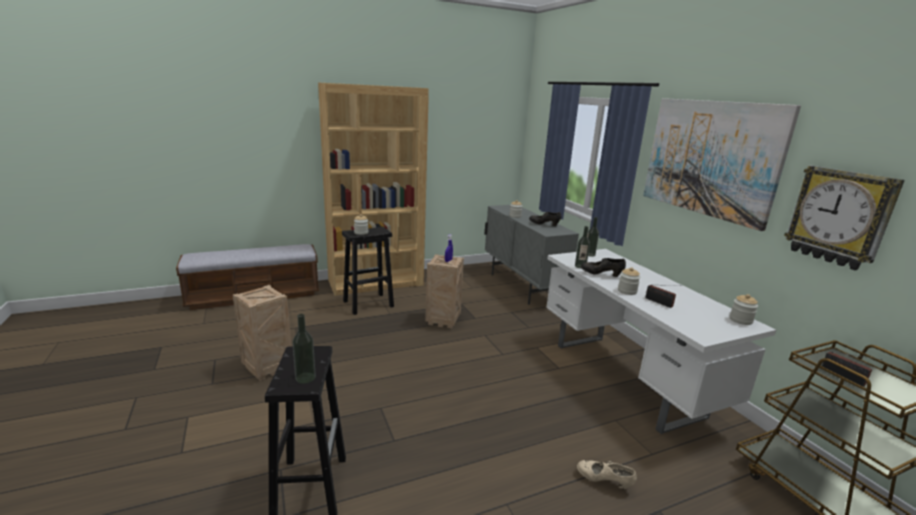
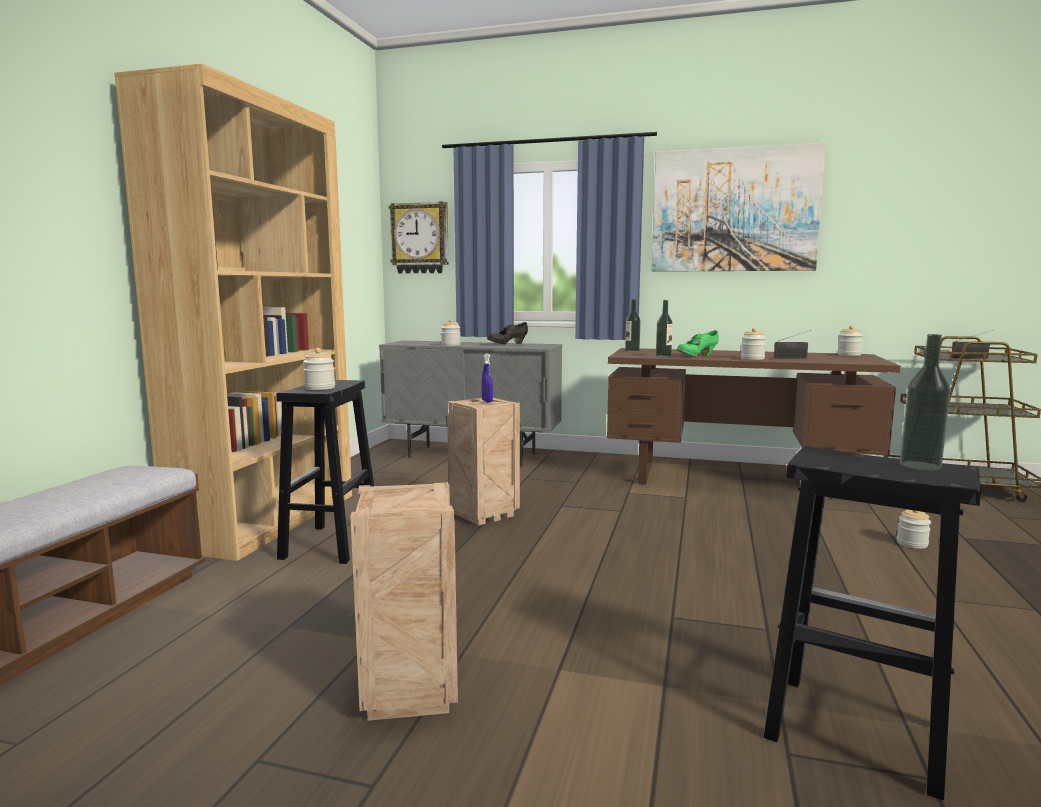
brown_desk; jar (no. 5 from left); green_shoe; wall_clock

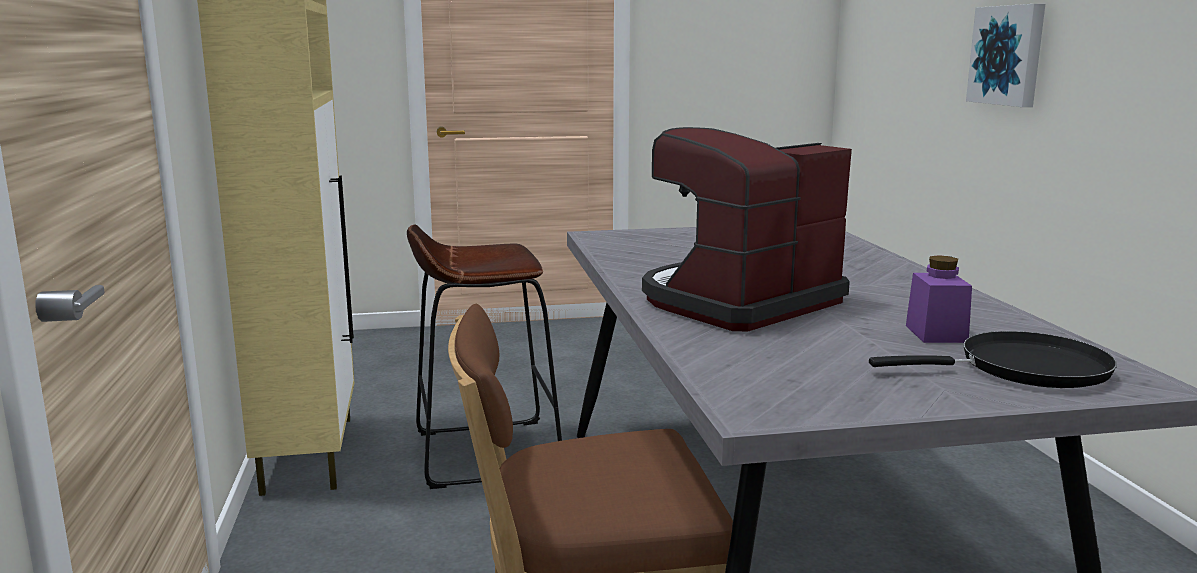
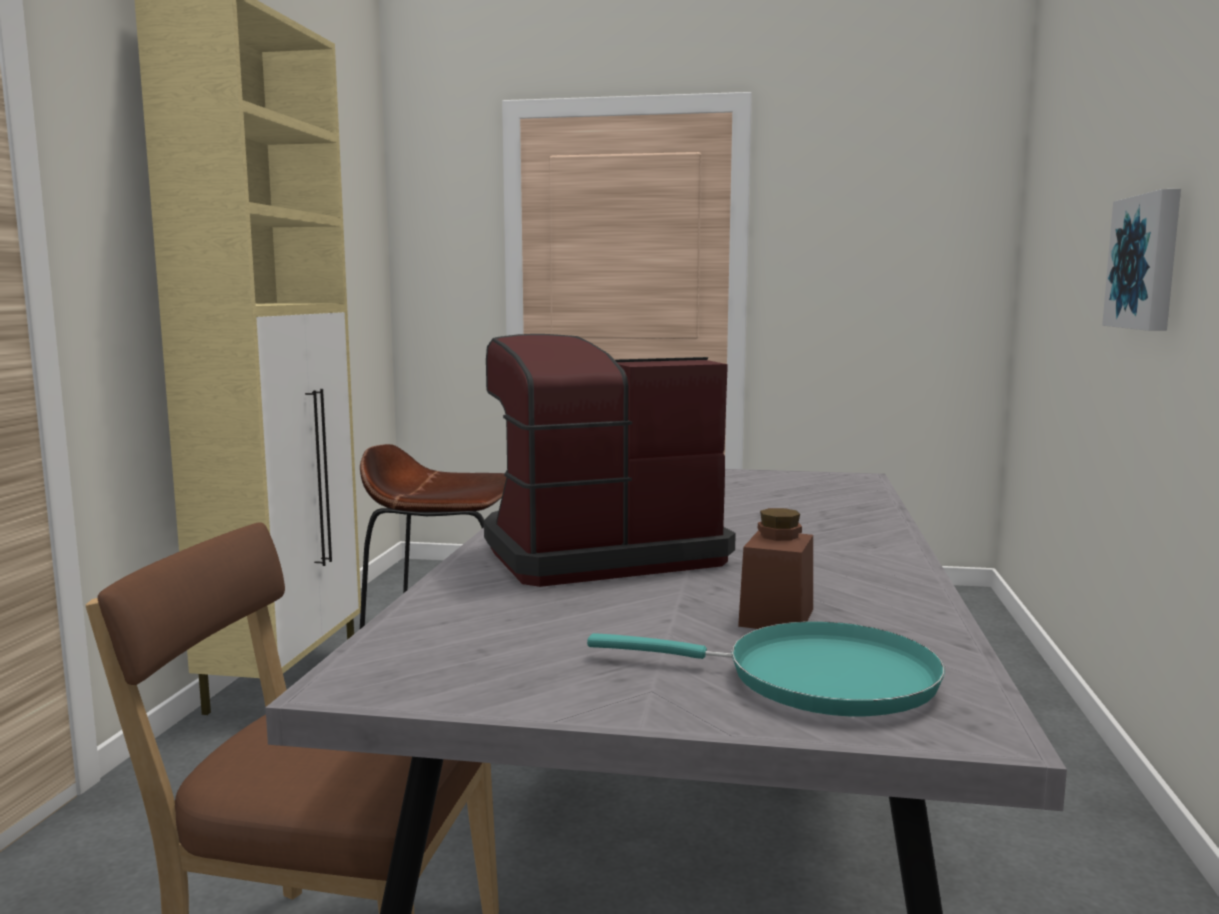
turquoise_frying_pan; brown_jar

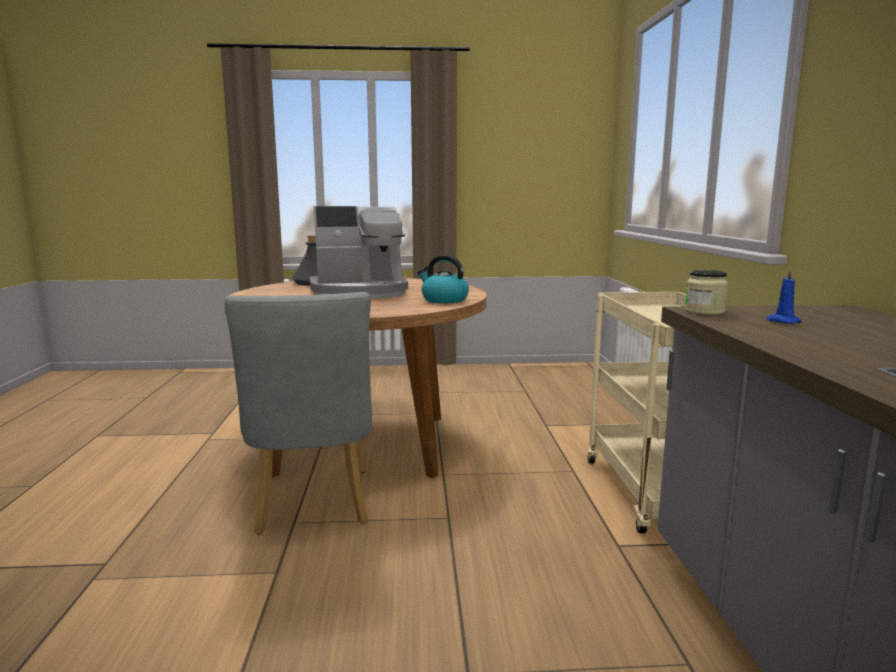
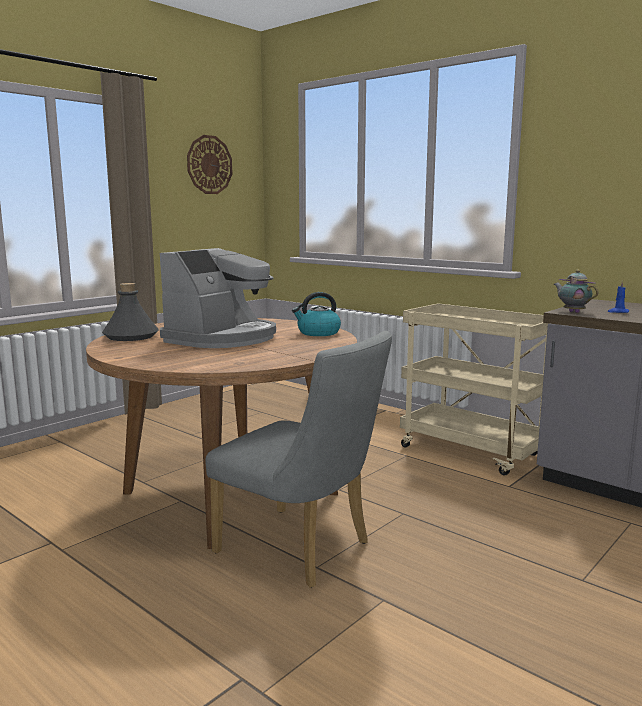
teapot; wall_clock

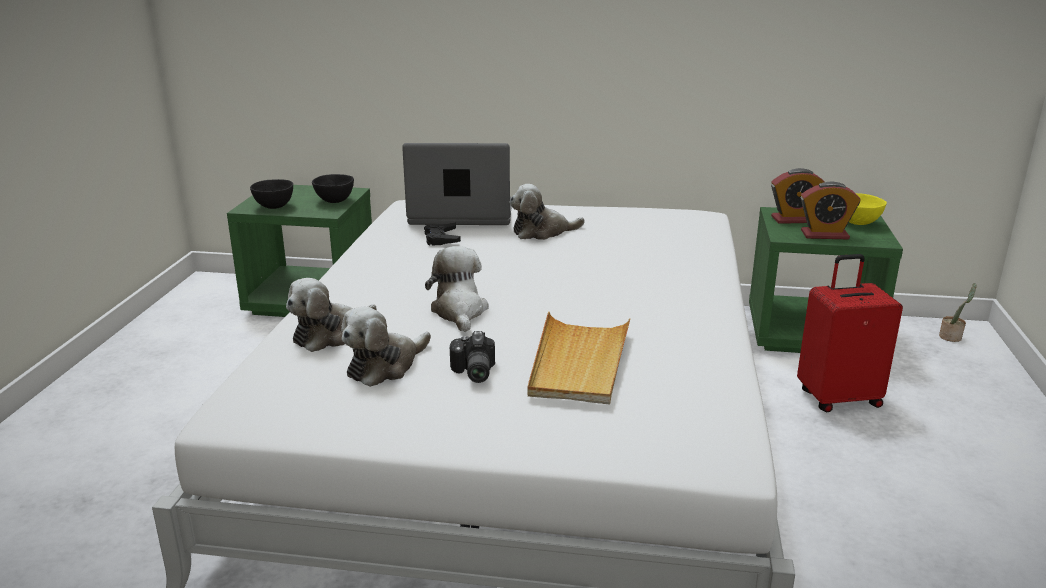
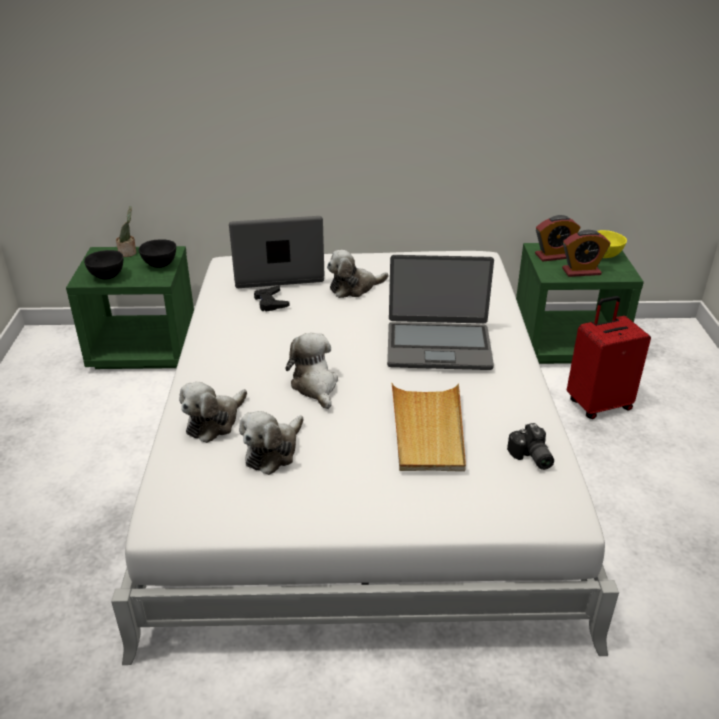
photo_camera; potted_plant; laptop (no. 2 from left)

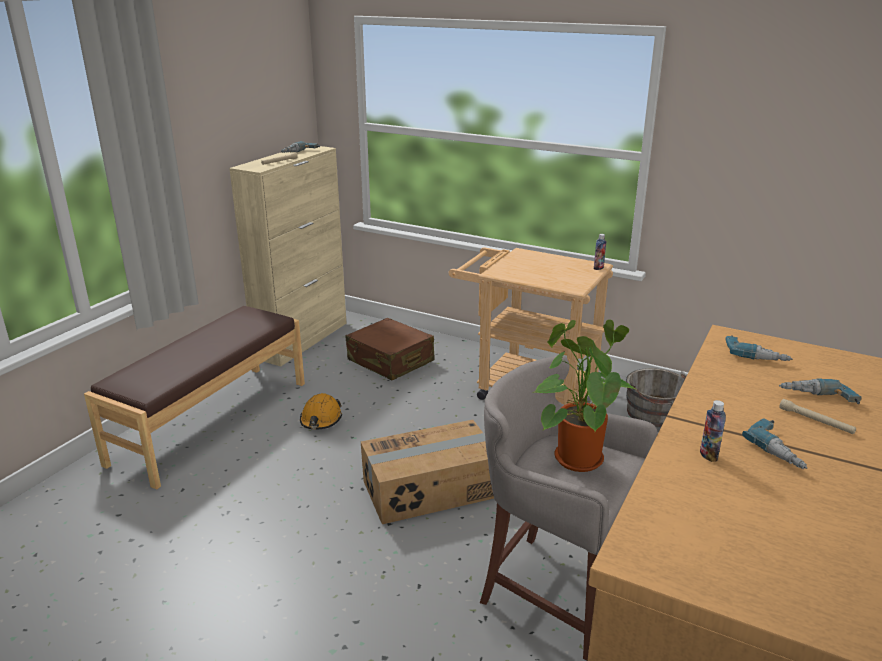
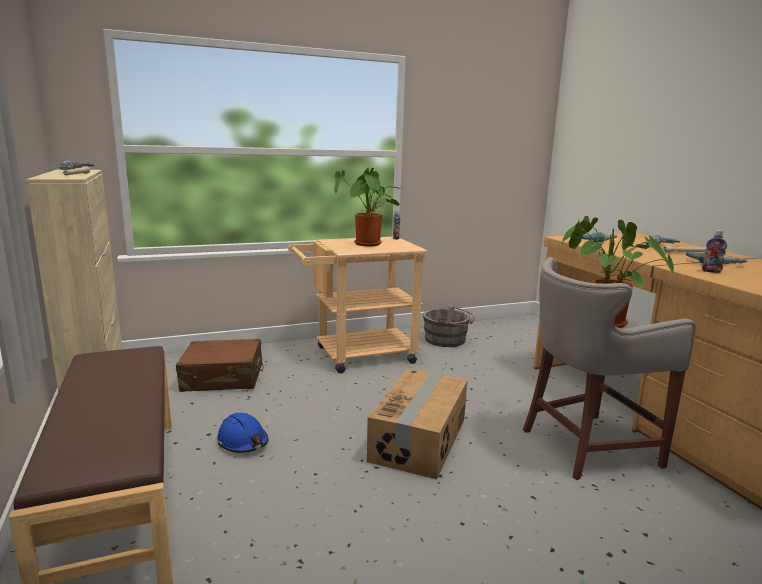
blue_hard_hat; potted_plant (no. 1 from left)

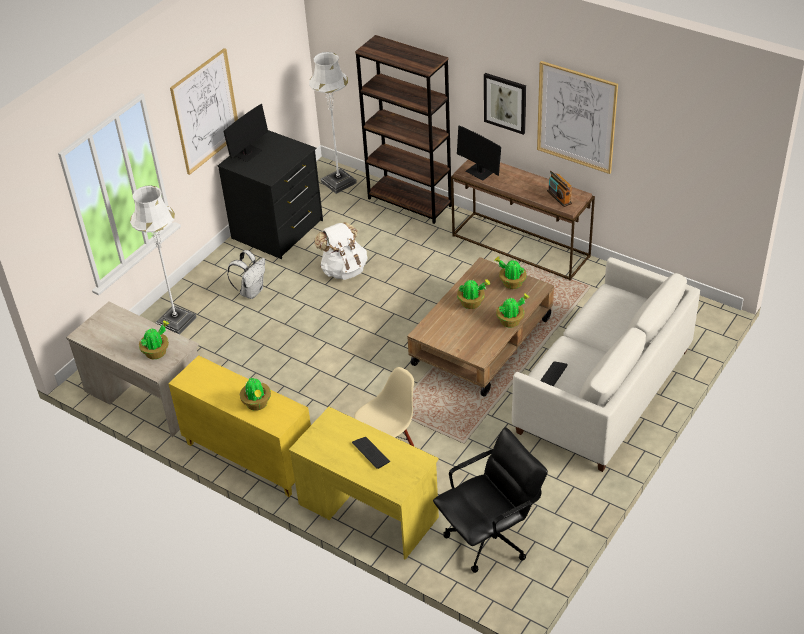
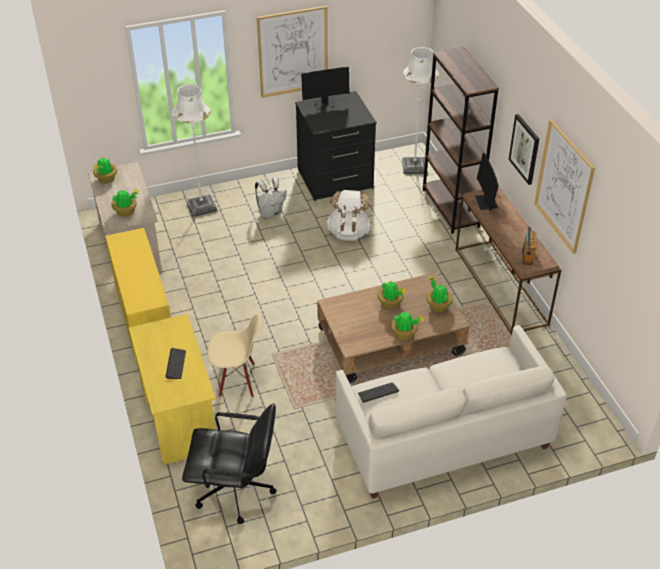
potted_plant (no. 1 from left)

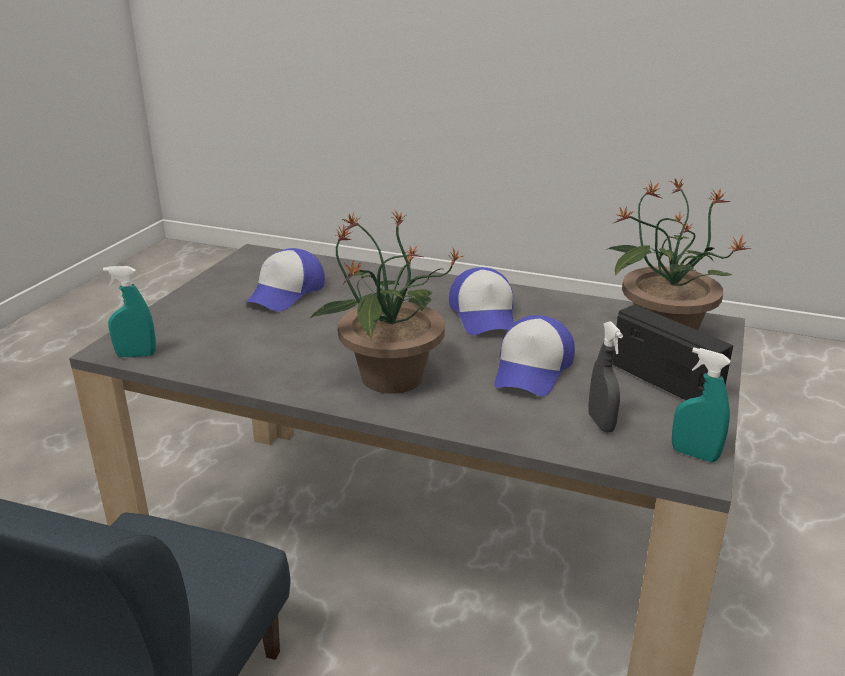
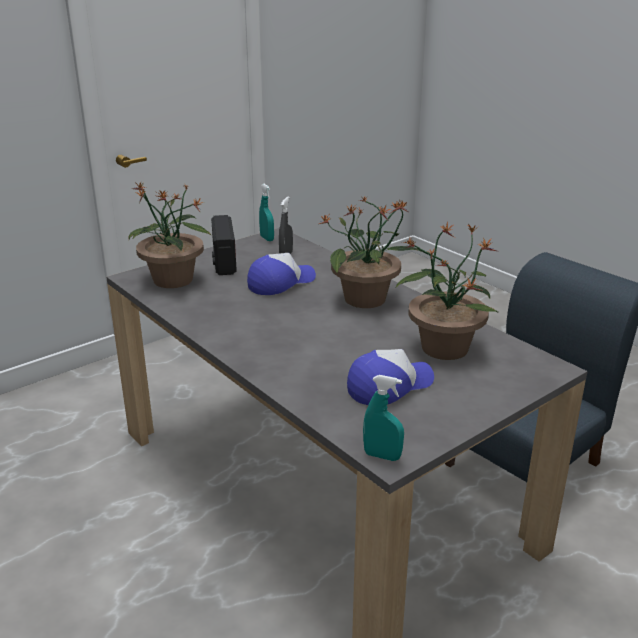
turquoise_spray_bottle (no. 2 from left); cap (no. 2 from left in the first image); potted_plant (no. 3 from left)

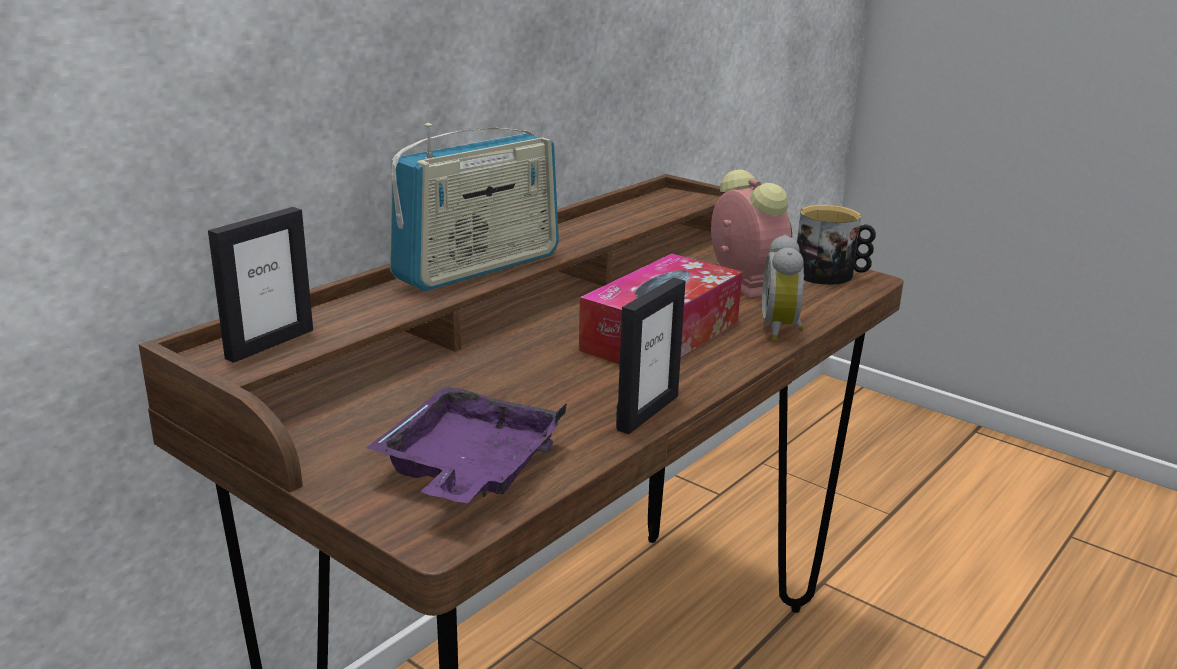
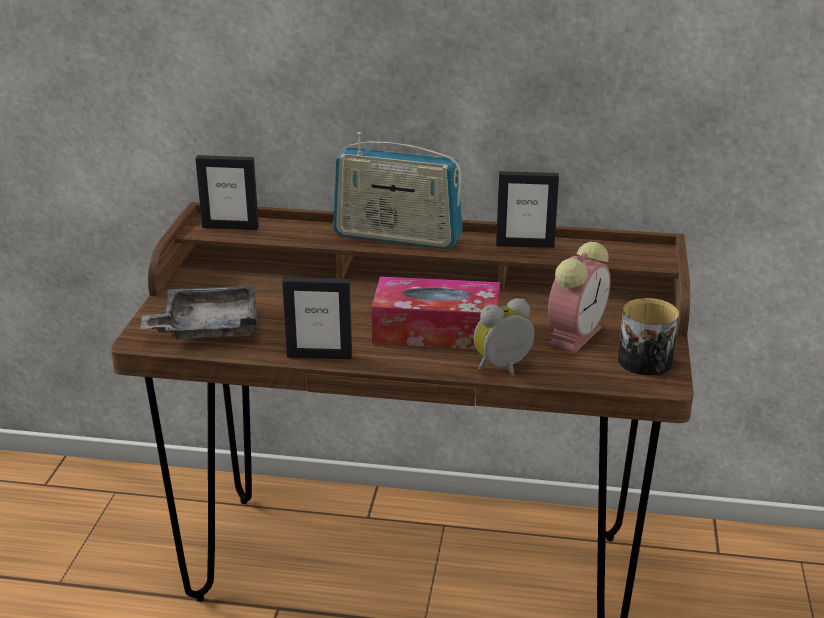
grey_tray; picture_frame (no. 3 from left)

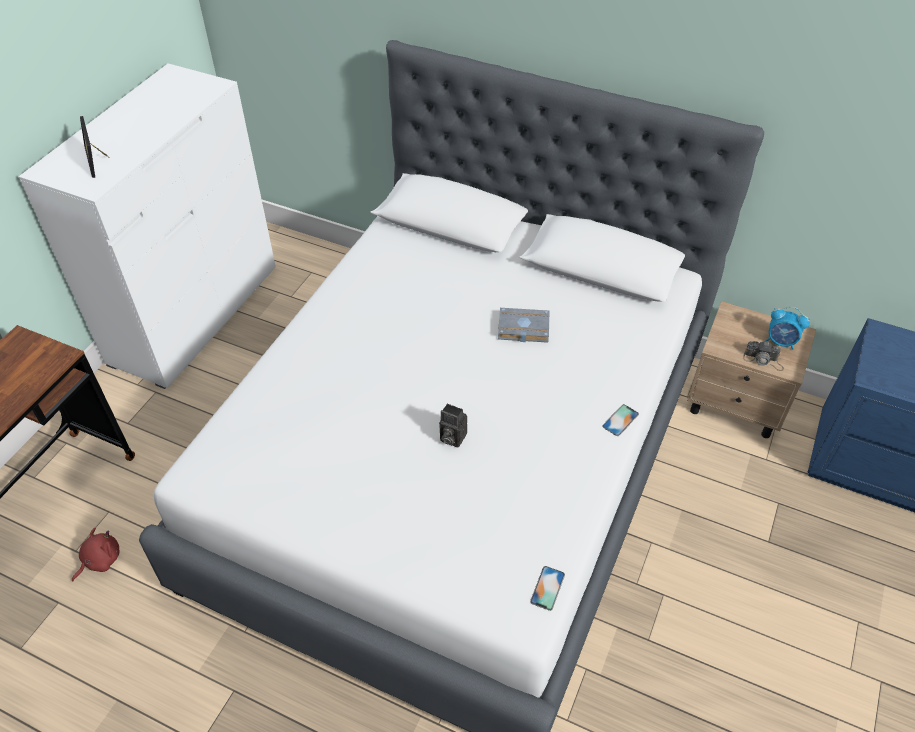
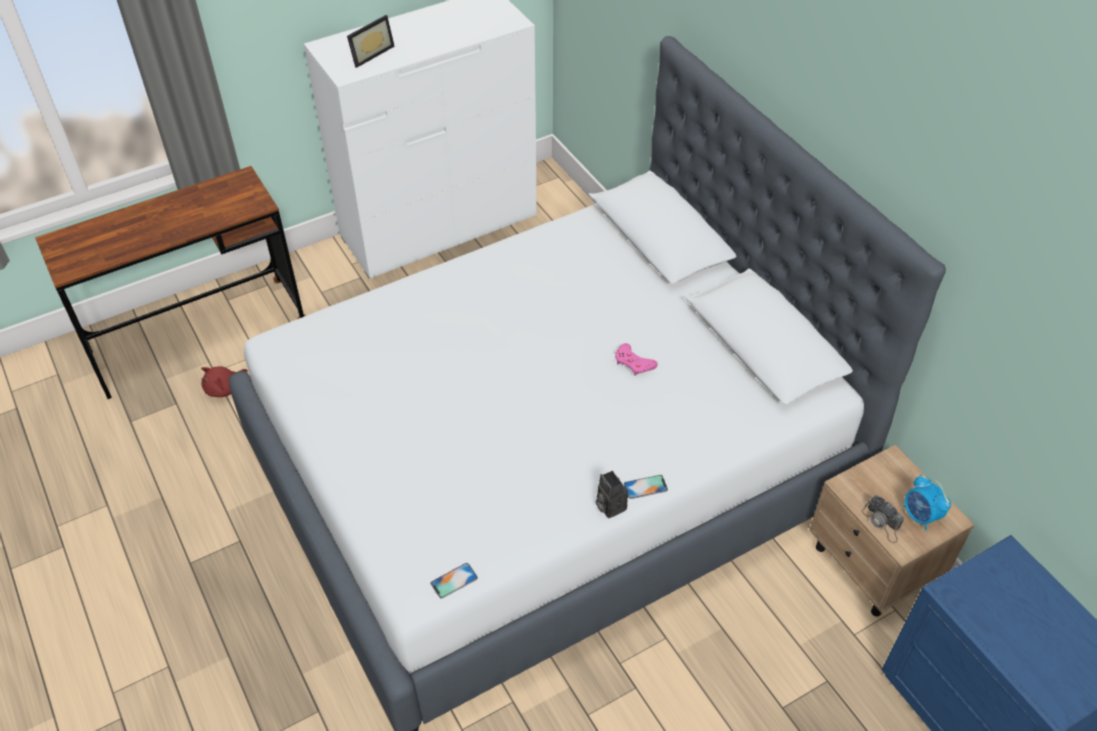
red_plush_toy; picture_frame; photo_camera (no. 1 from left); pink_game_controller

